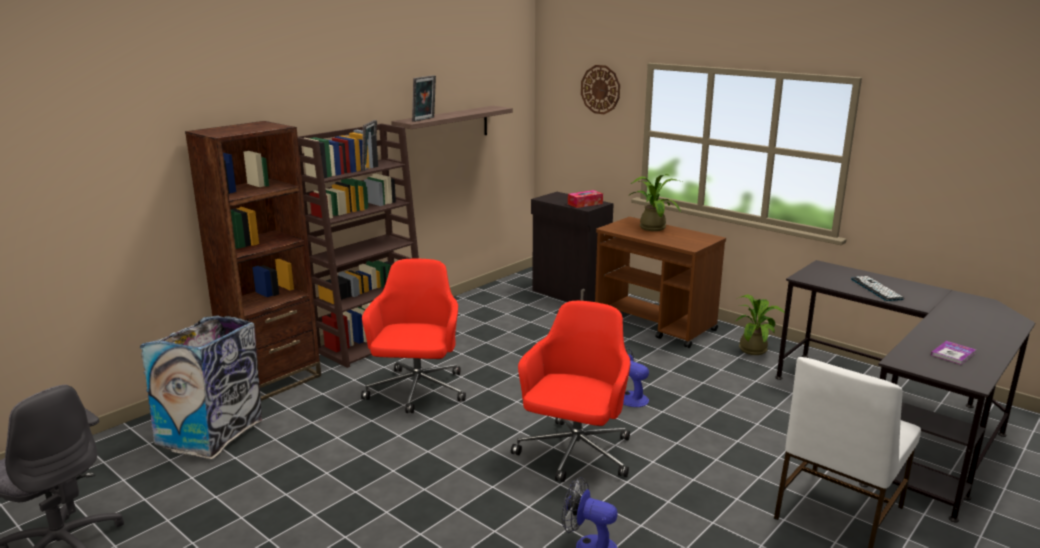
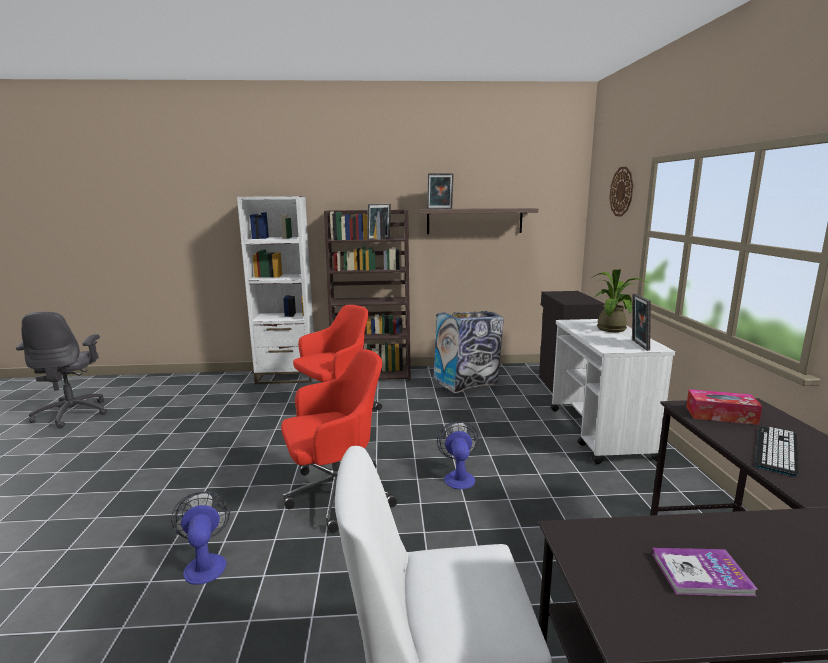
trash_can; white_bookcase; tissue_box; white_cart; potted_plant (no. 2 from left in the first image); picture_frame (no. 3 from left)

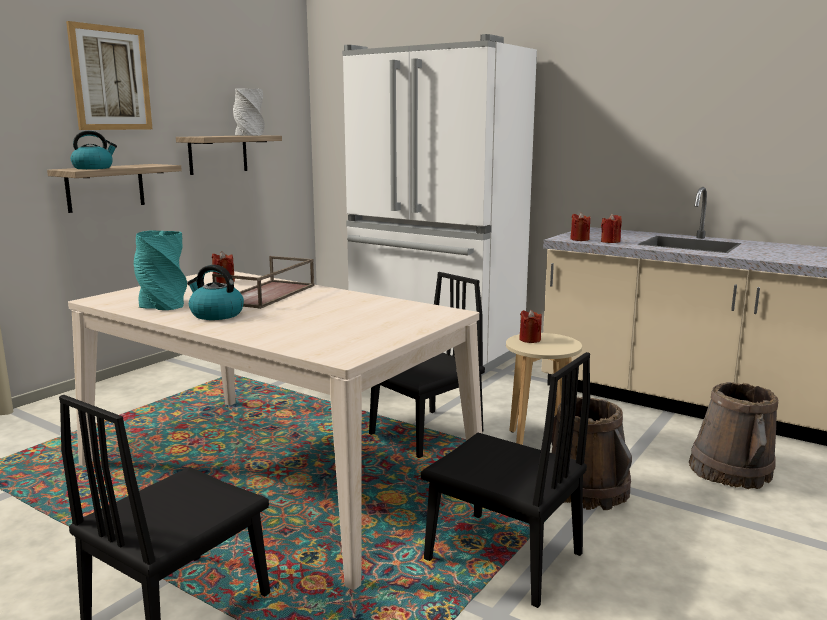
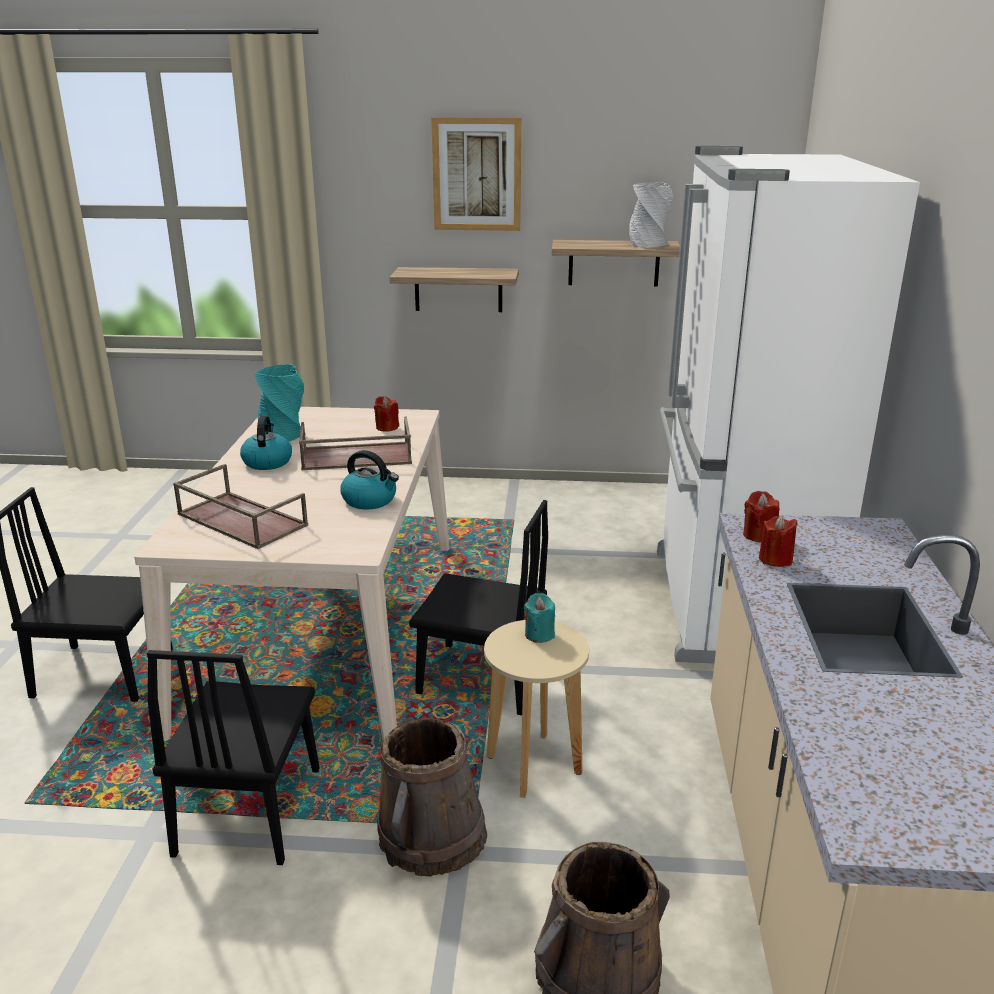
kettle (no. 2 from left); turquoise_candle; brown_tray (no. 1 from left)

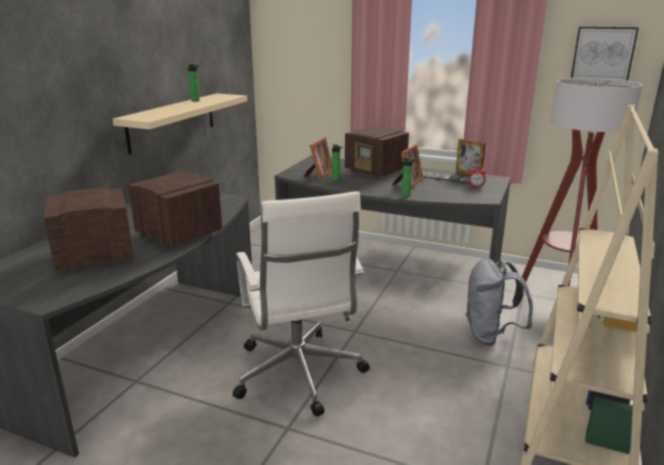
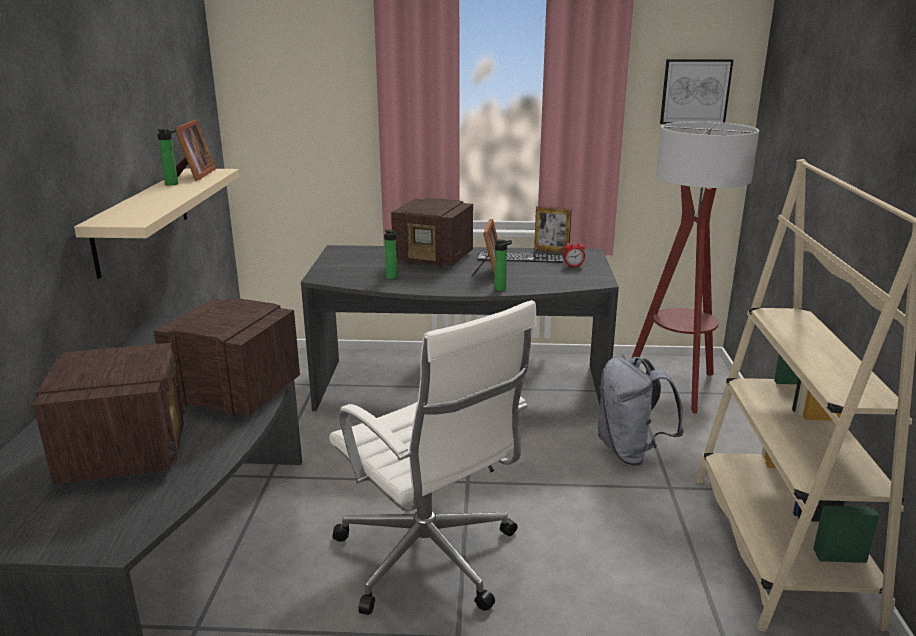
radio (no. 1 from left); picture_frame (no. 1 from left)

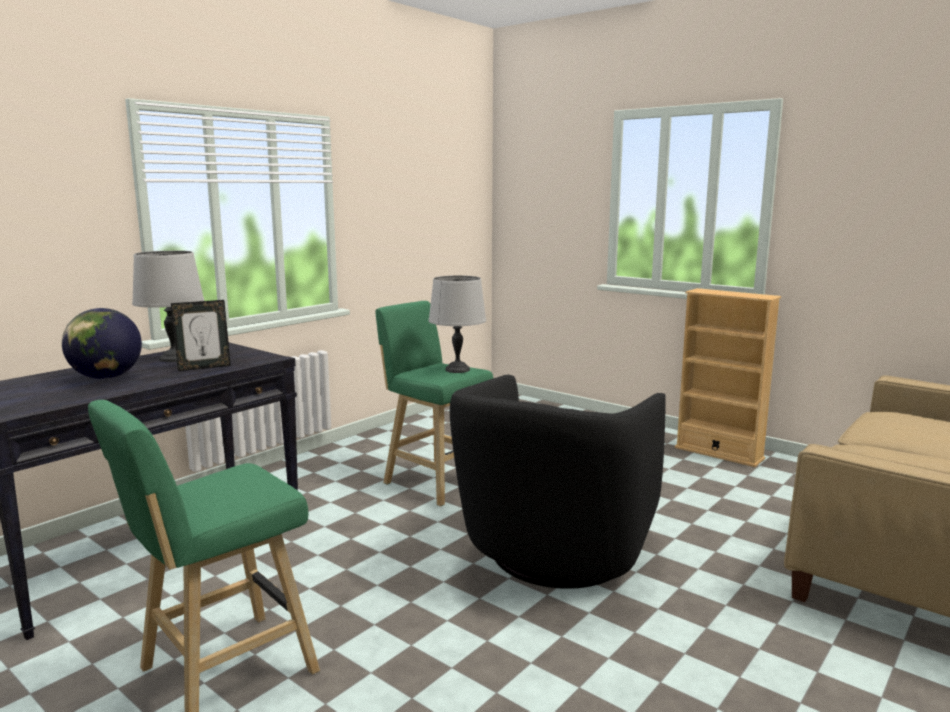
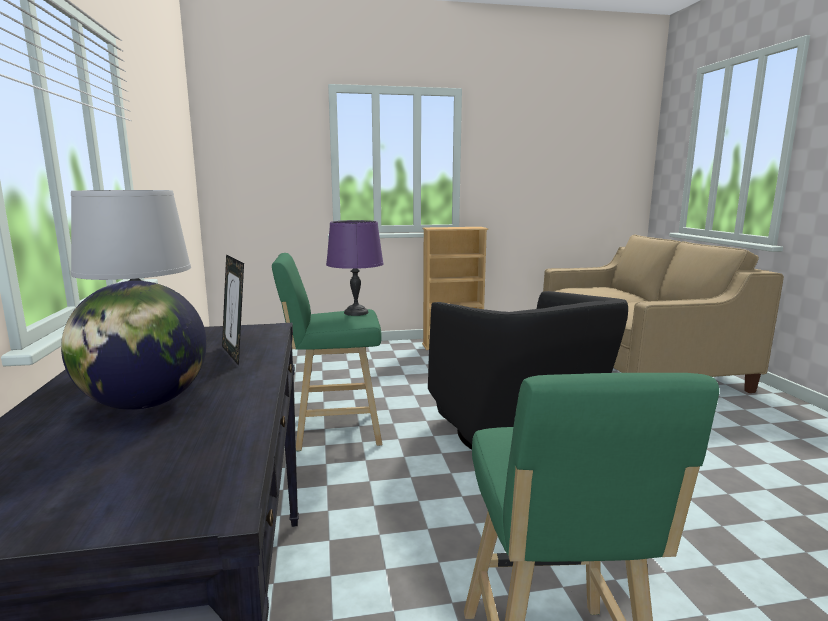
picture_frame; purple_table_lamp

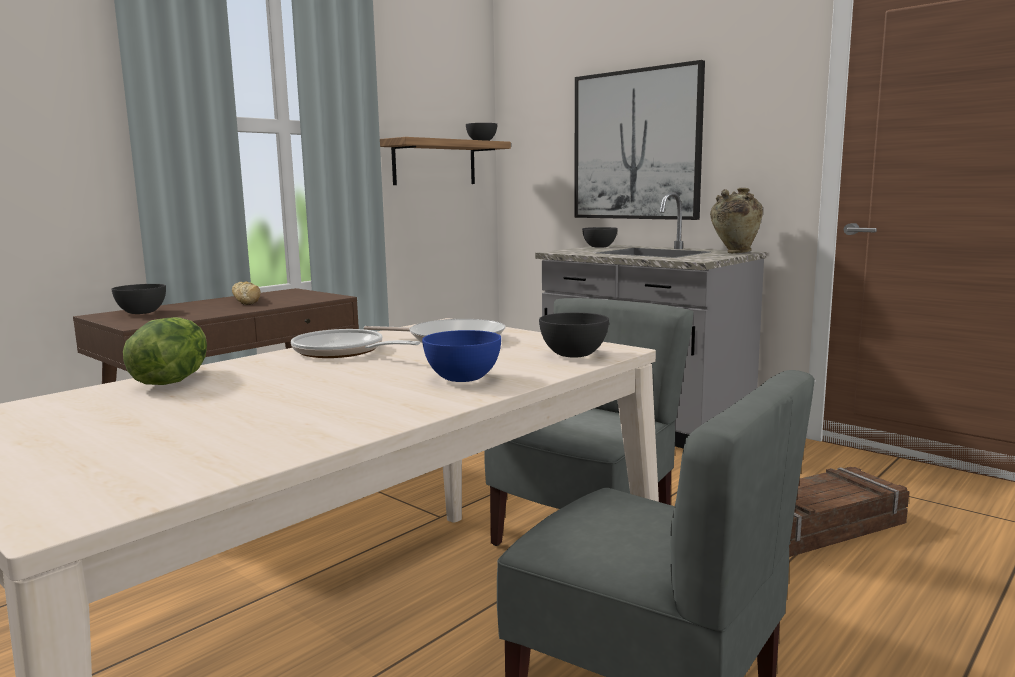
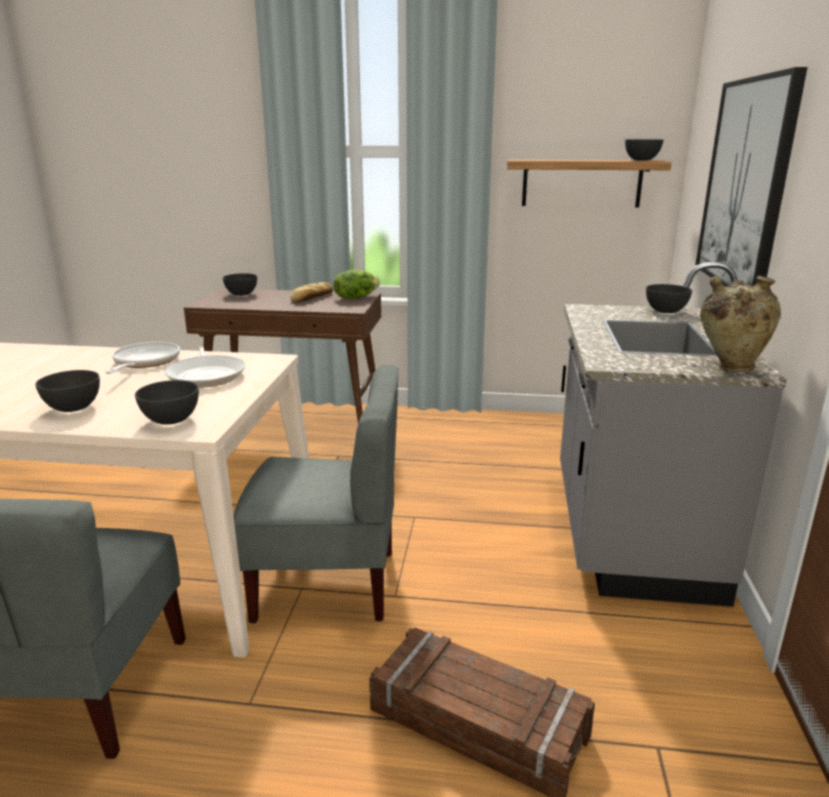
lettuce; grey_bowl (no. 1 from left)

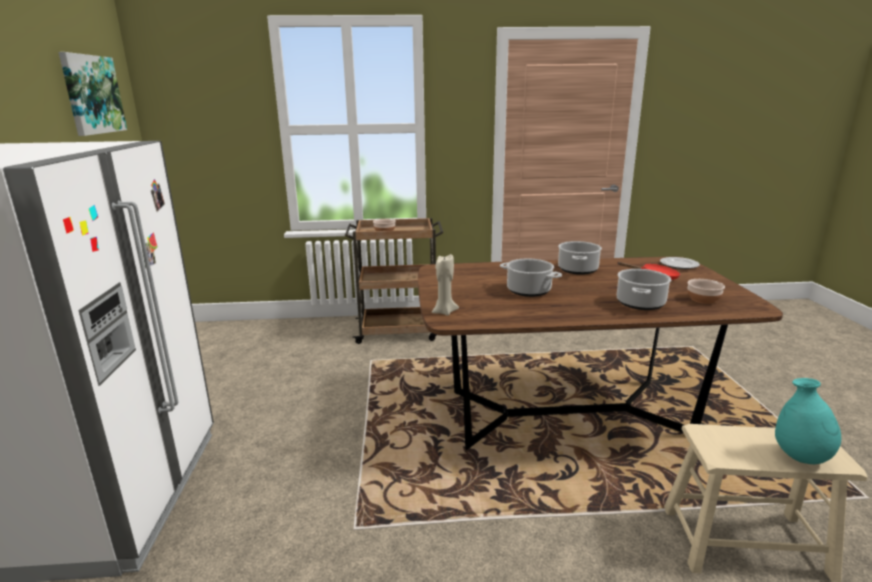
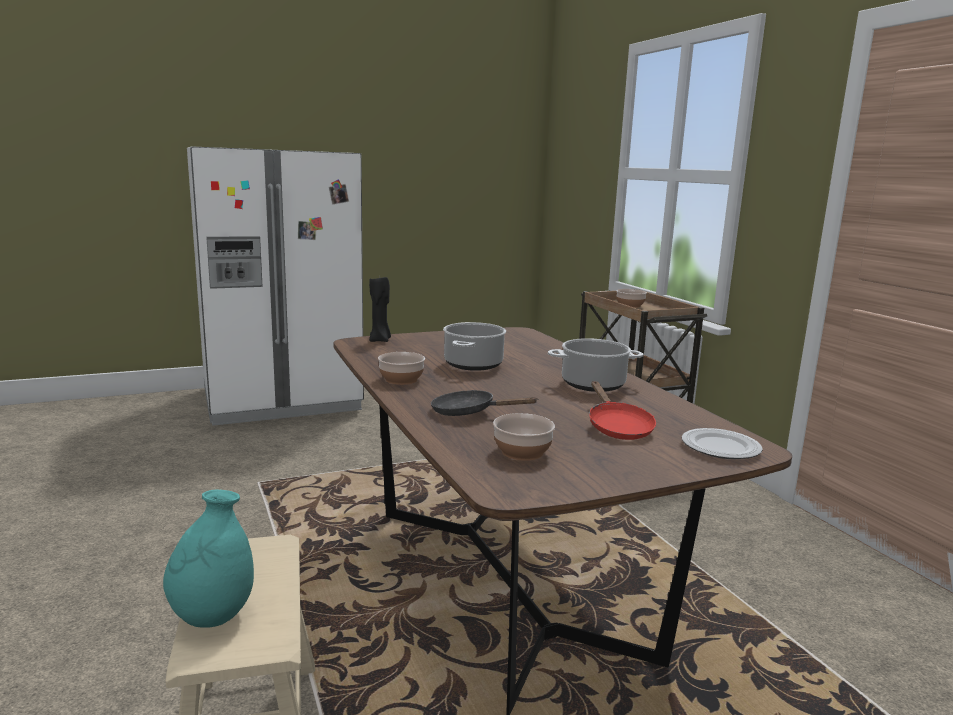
picture; black_candle; black_frying_pan; bowl (no. 1 from left)

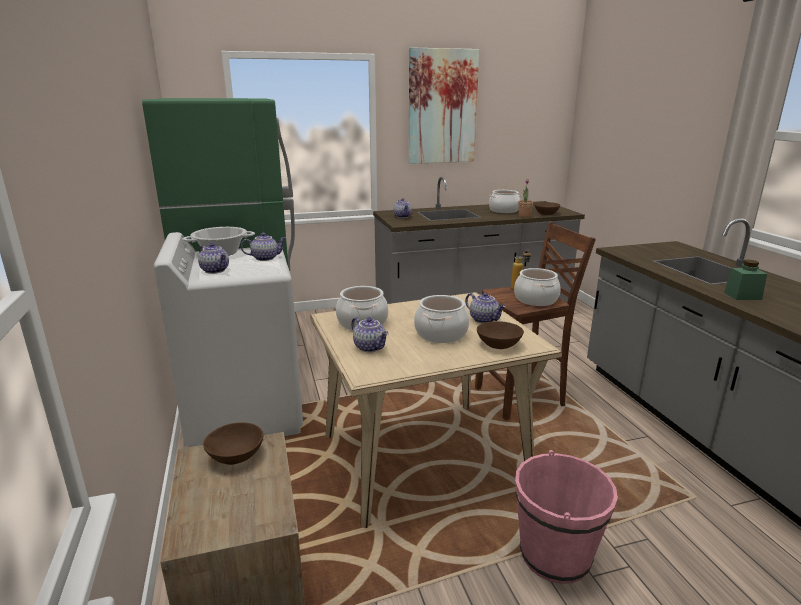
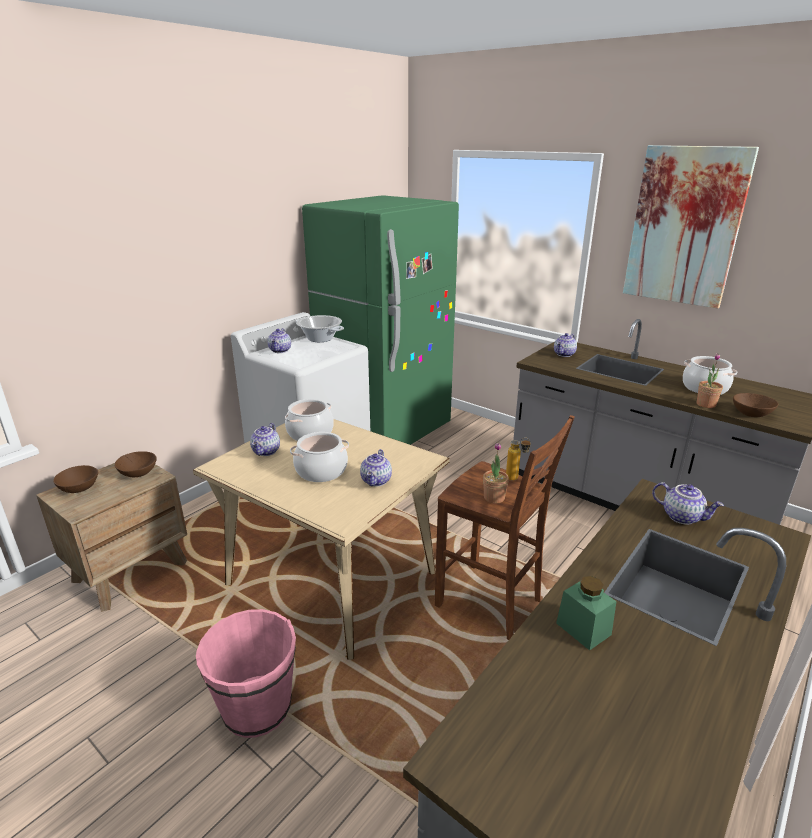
teapot (no. 5 from left); brown_bowl (no. 1 from left); potted_plant (no. 1 from left)

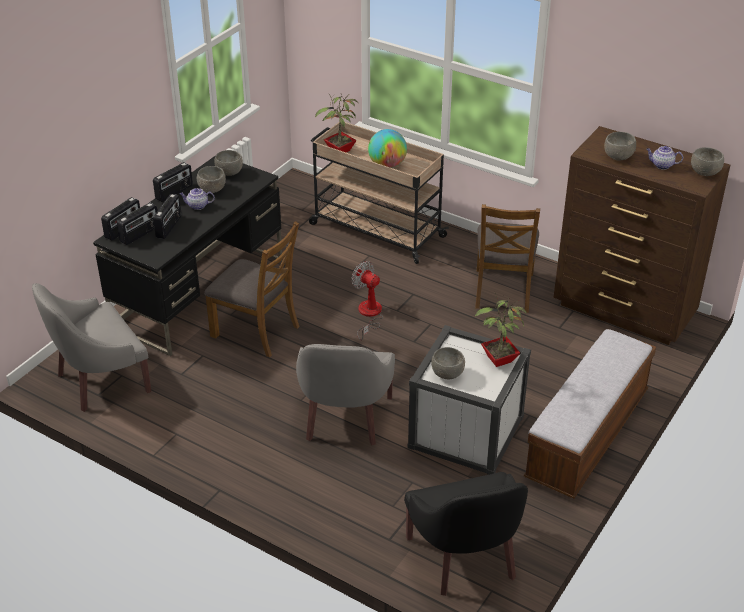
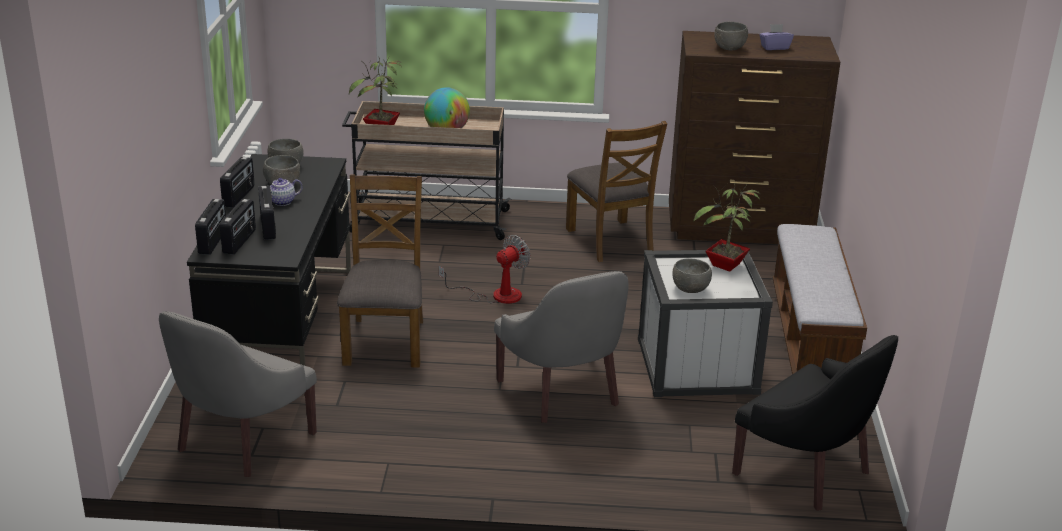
brown_chair (no. 1 from left); fan; purple_tissue_box; grey_bowl (no. 5 from left in the first image)

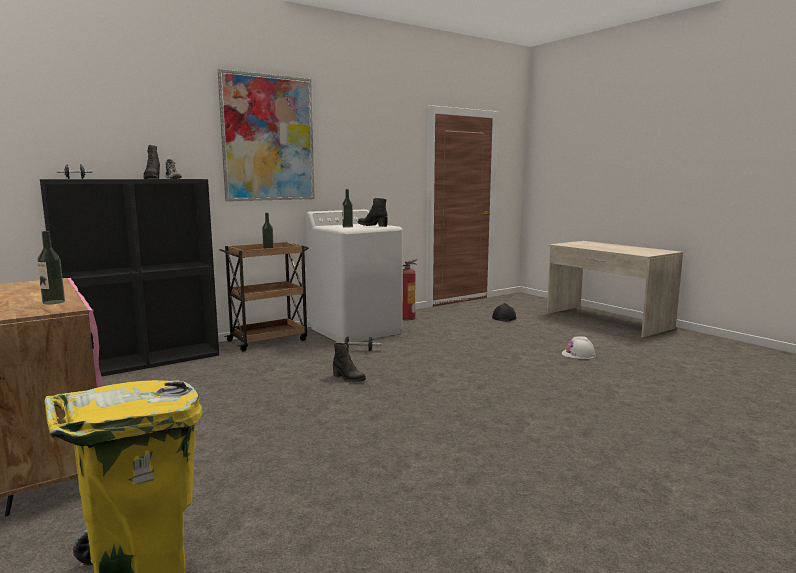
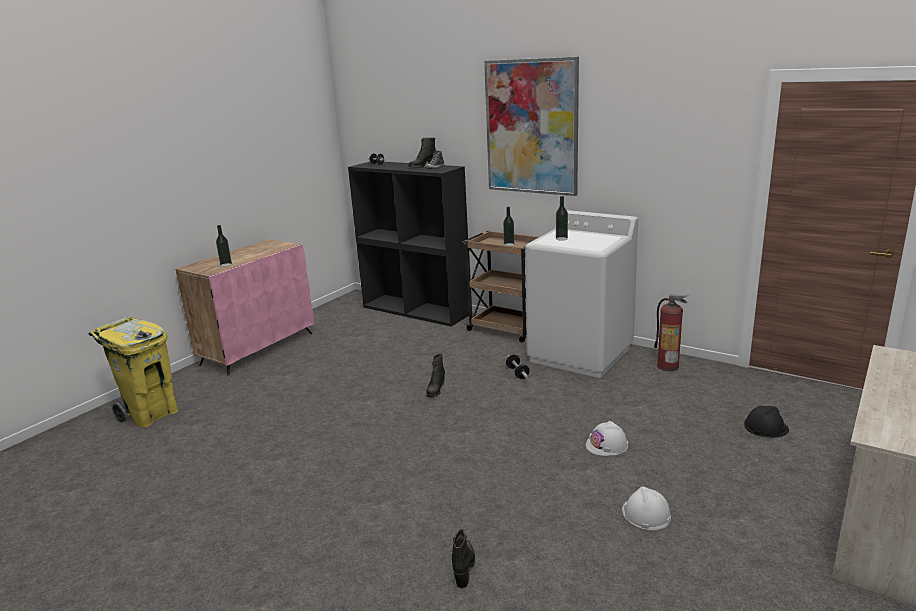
black_boot (no. 3 from left); white_hard_hat (no. 1 from left)

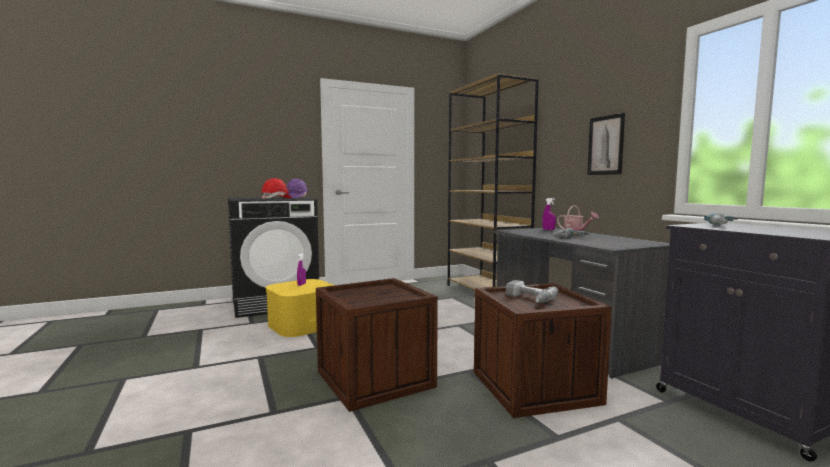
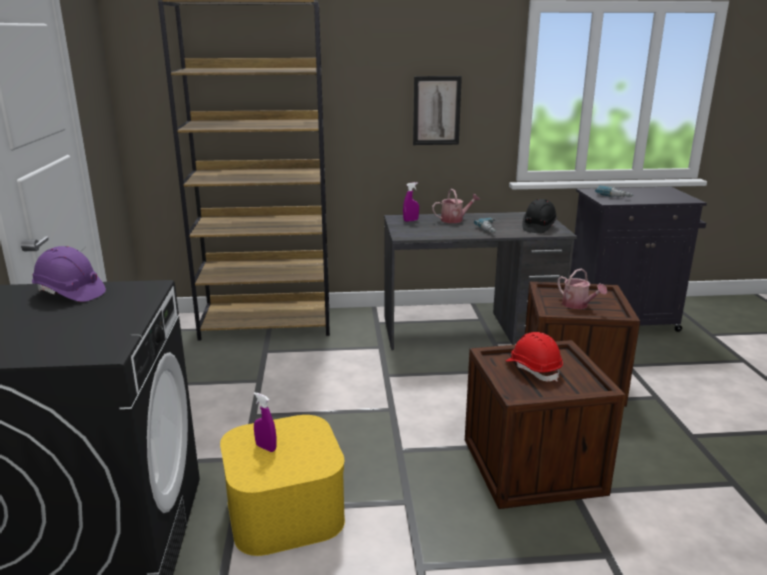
red_hard_hat; watering_can (no. 2 from left); black_hard_hat

